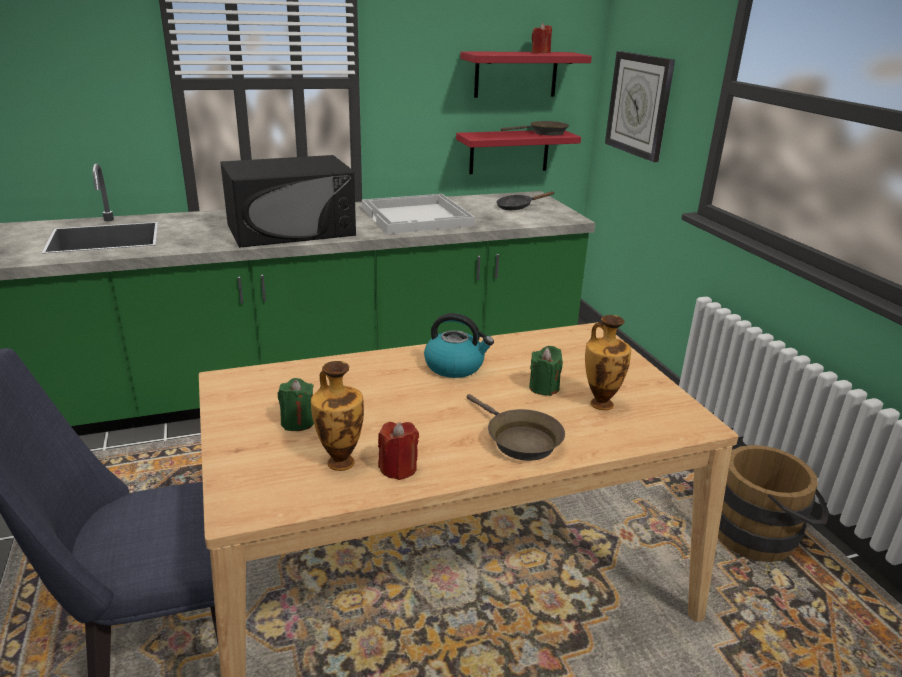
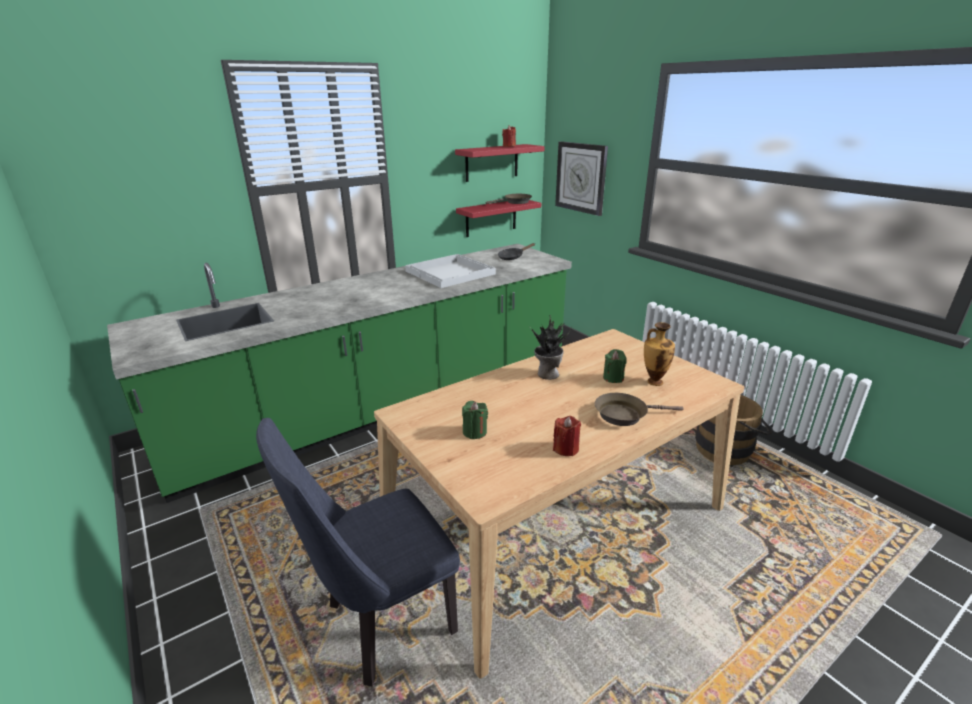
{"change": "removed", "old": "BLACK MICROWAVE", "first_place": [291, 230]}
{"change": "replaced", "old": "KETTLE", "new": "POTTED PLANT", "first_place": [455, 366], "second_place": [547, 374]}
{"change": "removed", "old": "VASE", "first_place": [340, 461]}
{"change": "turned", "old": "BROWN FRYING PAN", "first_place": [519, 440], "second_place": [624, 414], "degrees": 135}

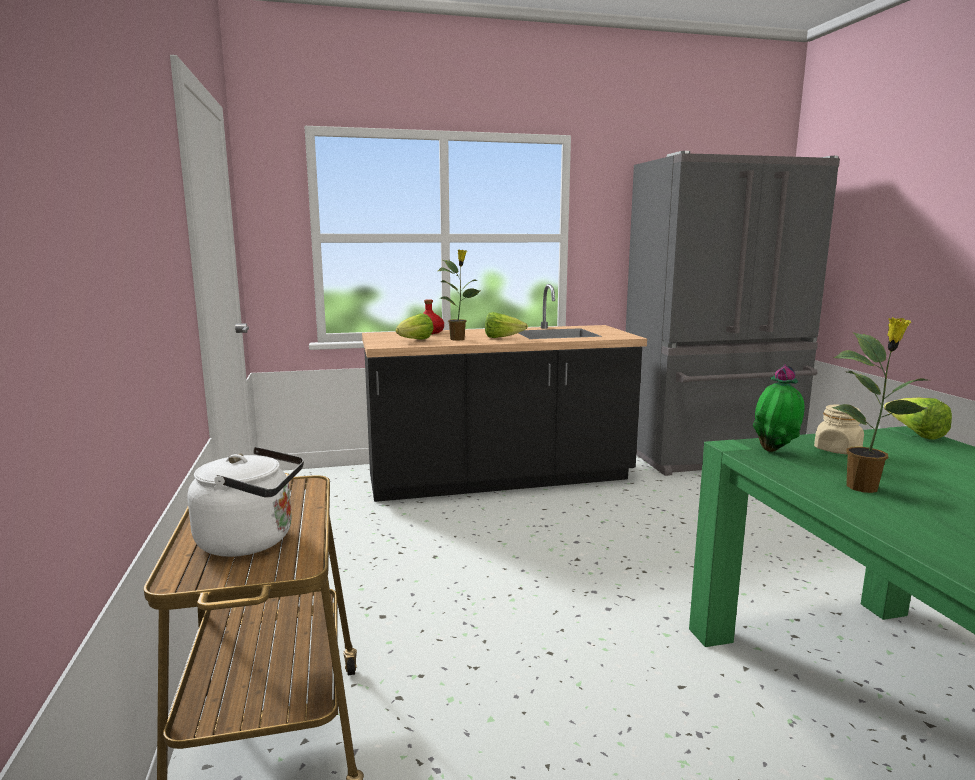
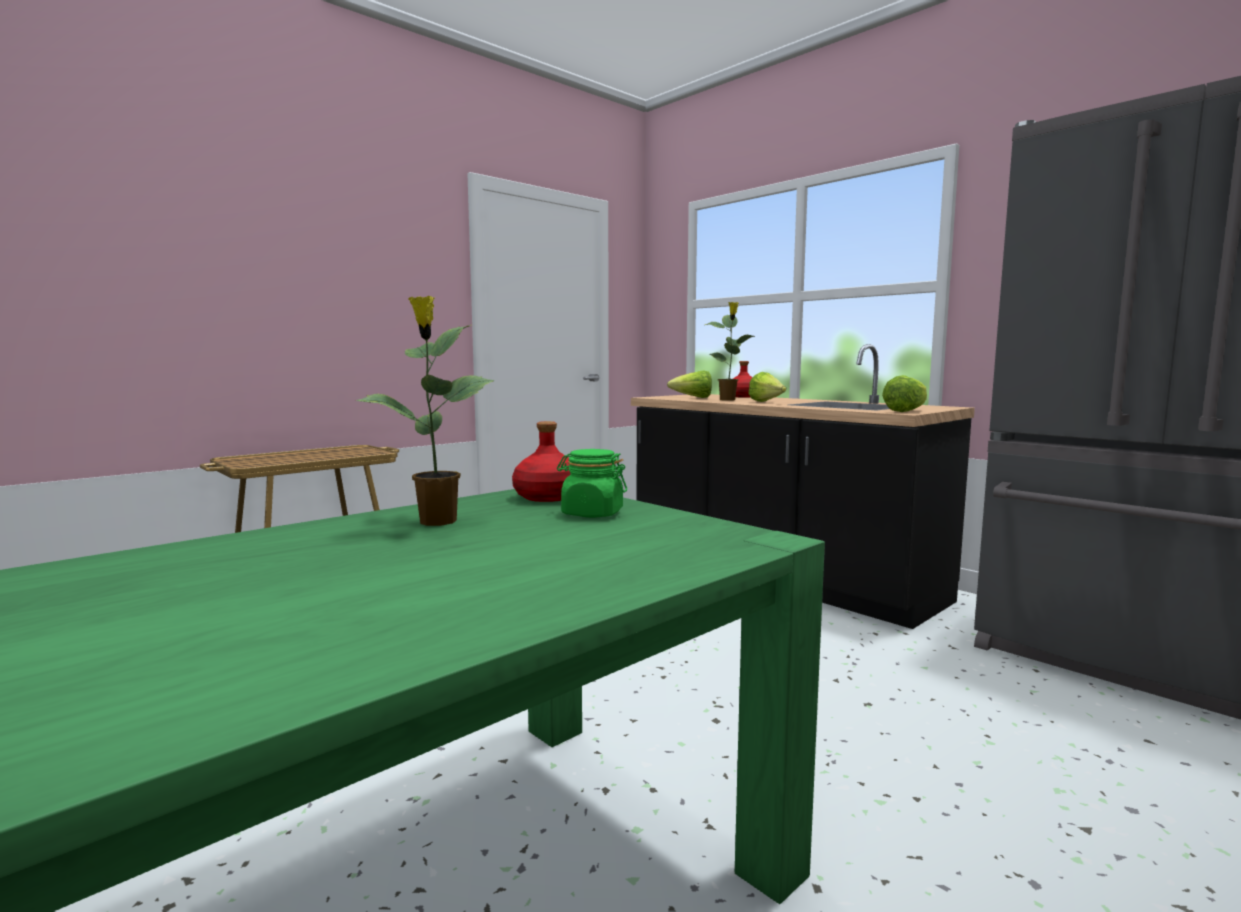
{"change": "replaced", "old": "POTTED PLANT", "new": "RED BOTTLE", "first_place": [775, 451], "second_place": [548, 497]}
{"change": "moved", "old": "LETTUCE", "first_place": [915, 434], "second_place": [906, 411]}
{"change": "recoloured", "old": "BEIGE JAR", "new": "GREEN JAR", "first_place": [837, 450], "second_place": [592, 513]}
{"change": "removed", "old": "WHITE KETTLE", "first_place": [252, 541]}

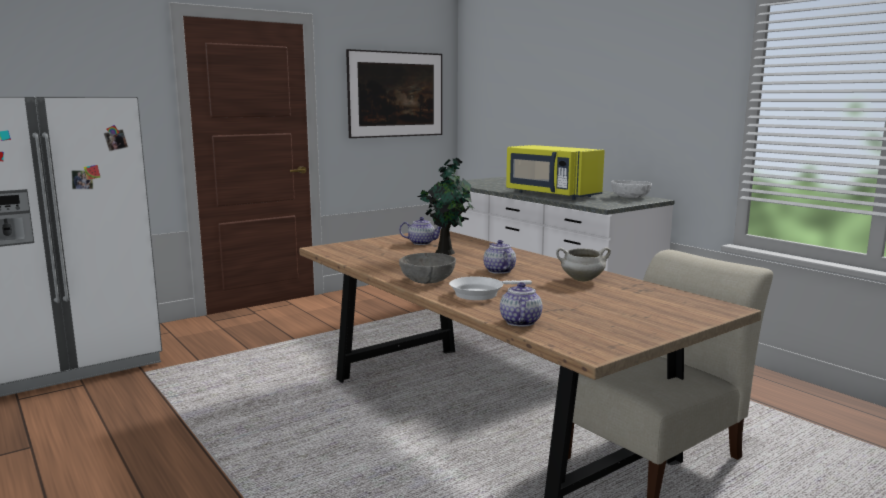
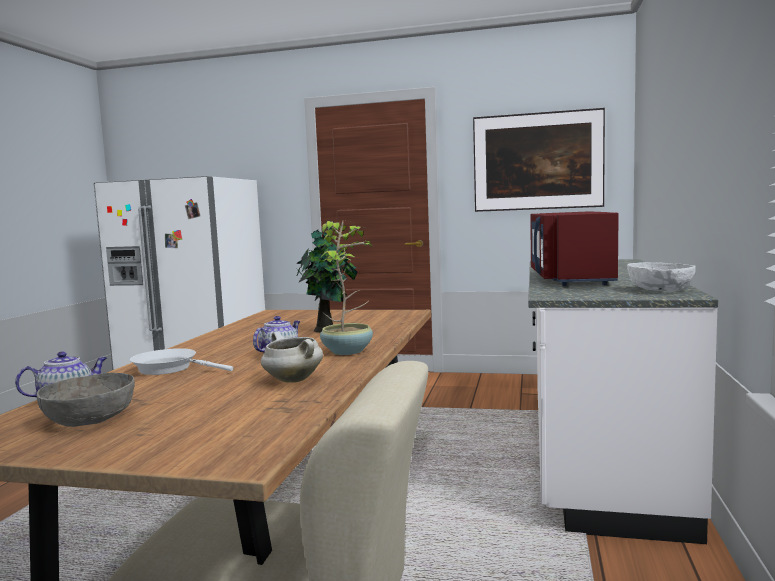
{"change": "recoloured", "old": "YELLOW MICROWAVE", "new": "RED MICROWAVE", "first_place": [550, 194], "second_place": [569, 279]}
{"change": "removed", "old": "TEAPOT", "first_place": [422, 243]}
{"change": "moved", "old": "GREY BOWL", "first_place": [427, 280], "second_place": [90, 419]}
{"change": "added", "new": "POTTED PLANT", "second_place": [348, 351]}

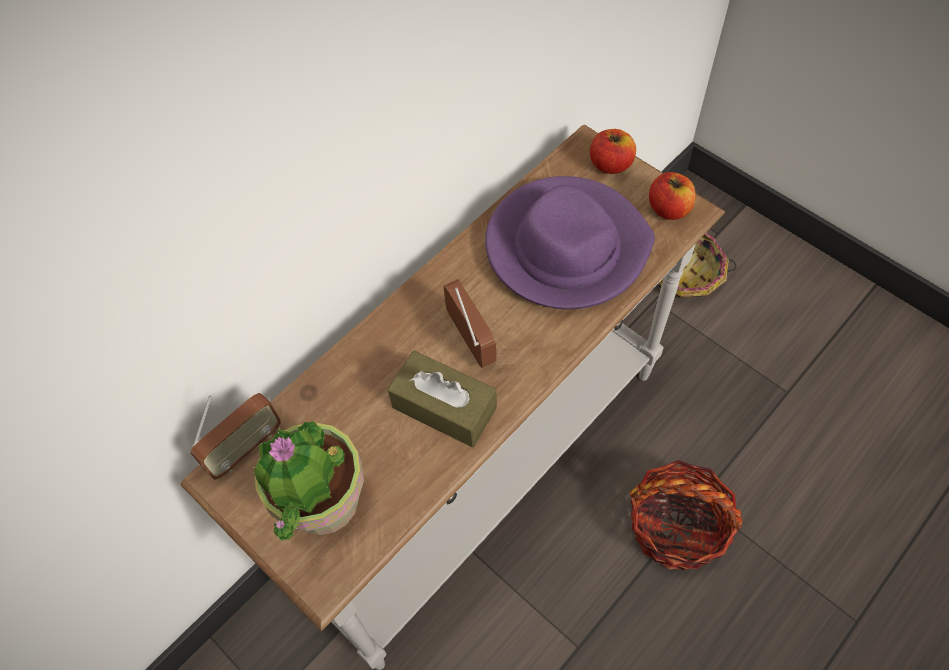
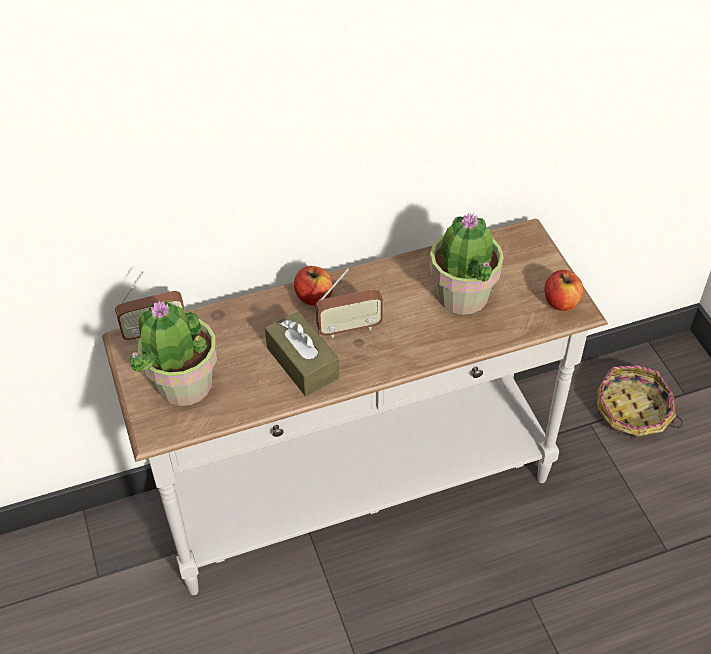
{"change": "moved", "old": "APPLE", "first_place": [610, 164], "second_place": [314, 297]}
{"change": "replaced", "old": "PURPLE HAT", "new": "POTTED PLANT", "first_place": [566, 247], "second_place": [462, 296]}
{"change": "turned", "old": "RADIO", "first_place": [470, 340], "second_place": [349, 328], "degrees": 75}
{"change": "removed", "old": "BASKET", "first_place": [677, 526]}

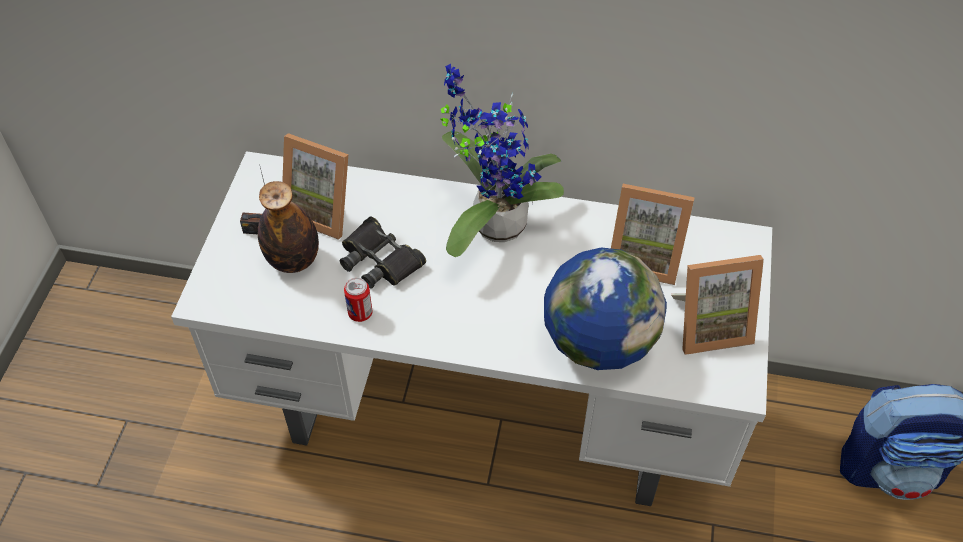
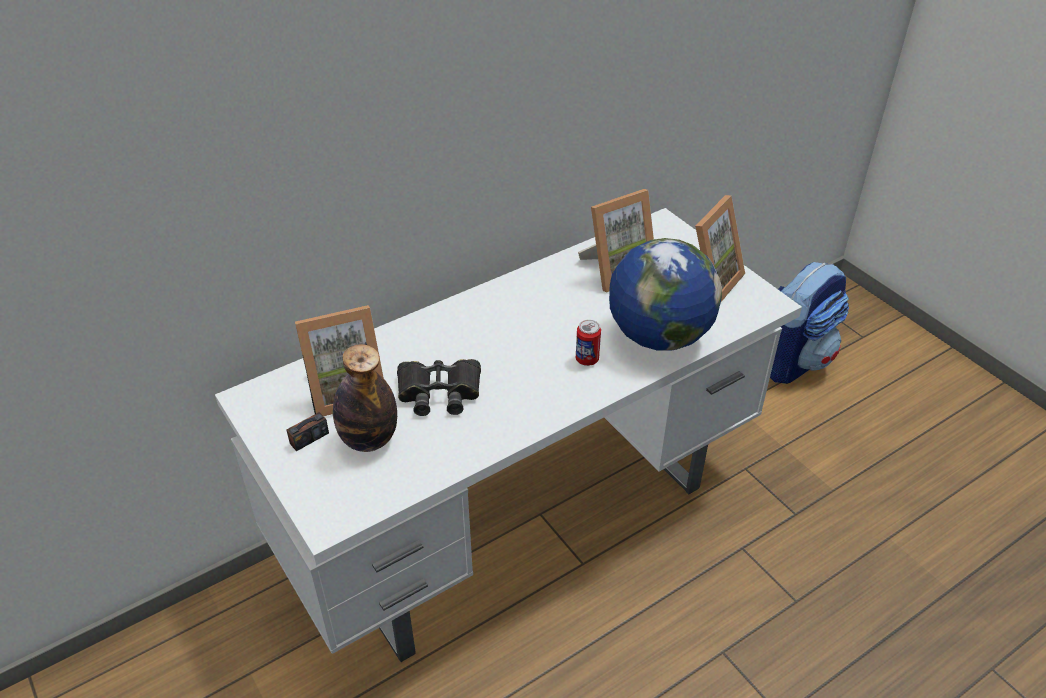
{"change": "removed", "old": "POTTED PLANT", "first_place": [493, 222]}
{"change": "moved", "old": "CAN", "first_place": [360, 313], "second_place": [587, 359]}

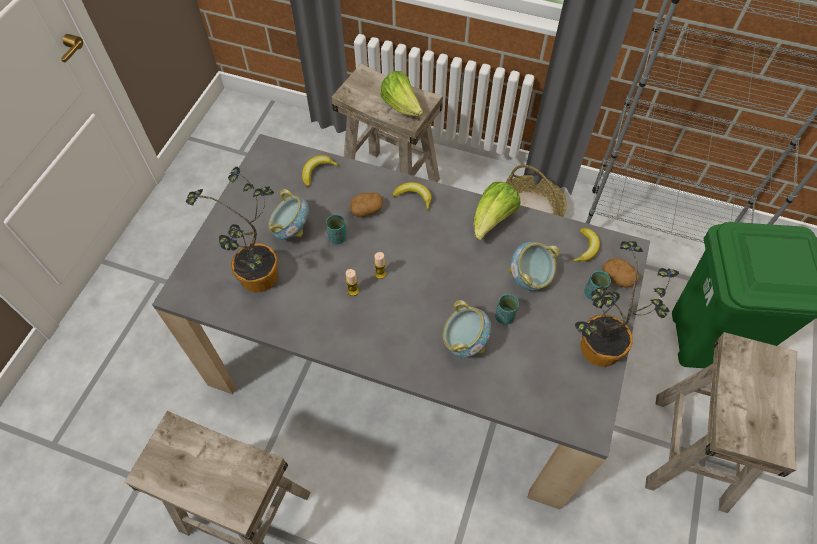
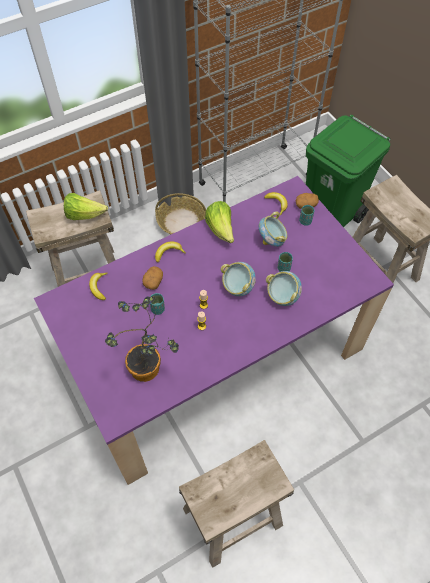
{"change": "recoloured", "old": "GREY DINING TABLE", "new": "PURPLE DINING TABLE", "first_place": [408, 357], "second_place": [214, 355]}
{"change": "moved", "old": "BOWL", "first_place": [291, 230], "second_place": [237, 287]}
{"change": "removed", "old": "POTTED PLANT", "first_place": [594, 351]}

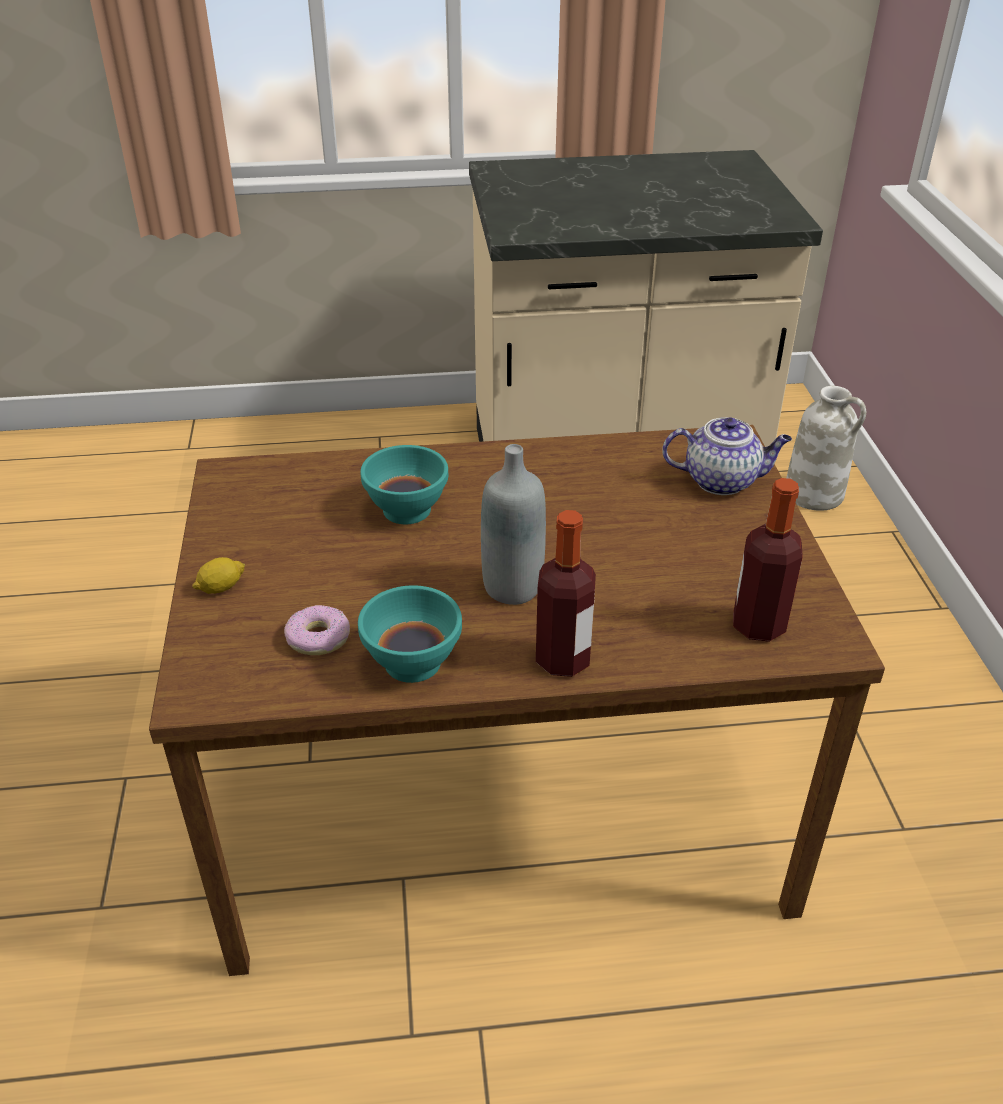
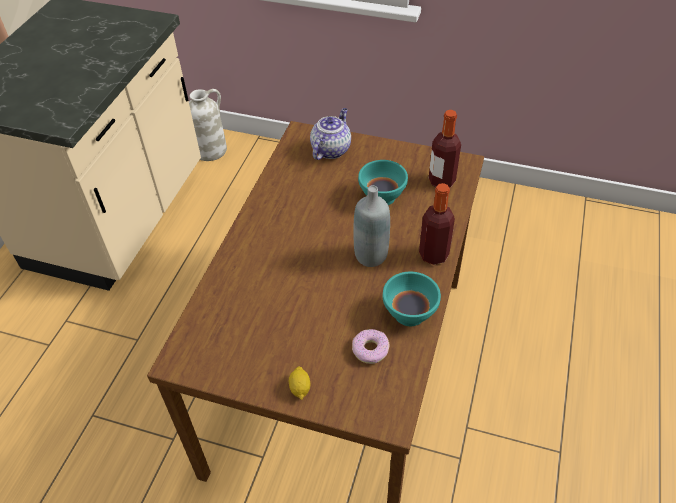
{"change": "moved", "old": "TURQUOISE BOWL", "first_place": [408, 510], "second_place": [382, 196]}

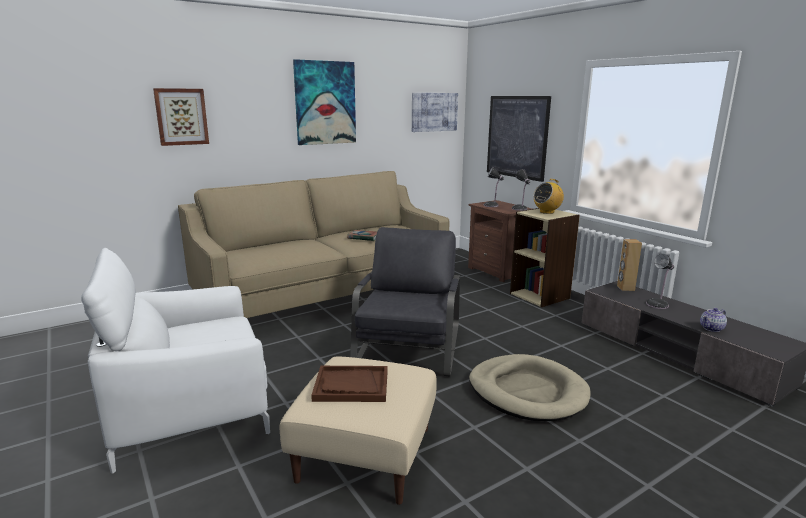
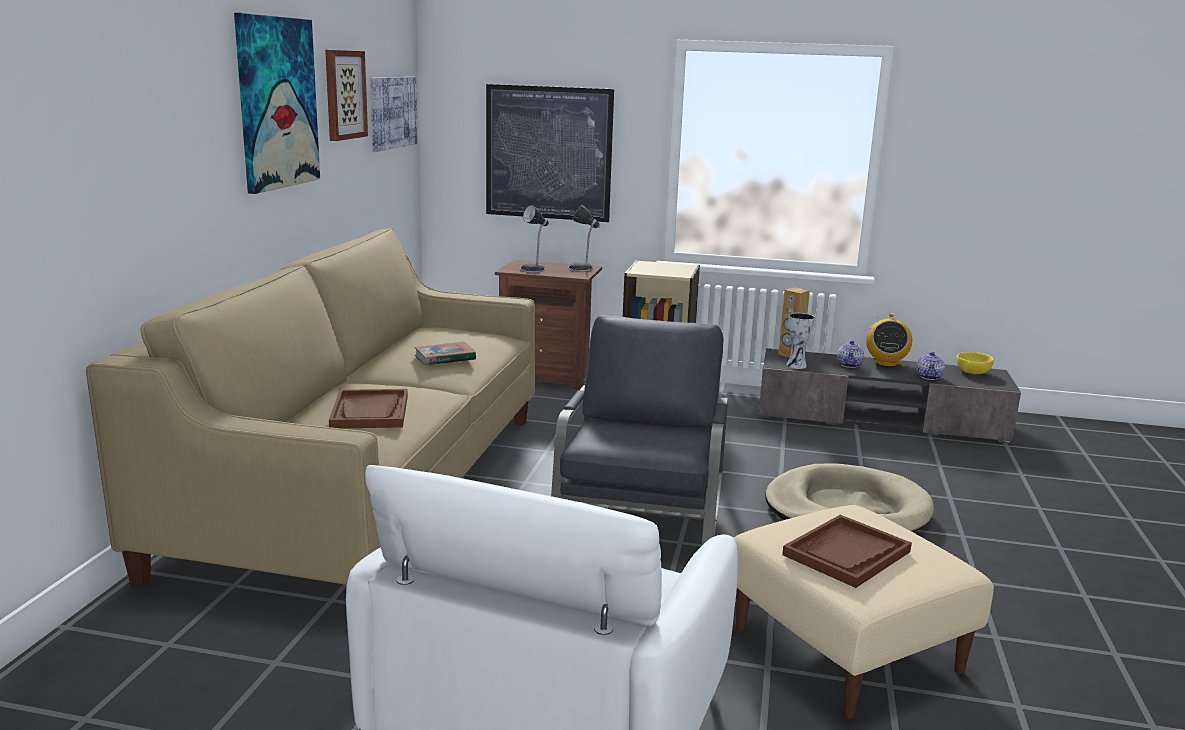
{"change": "moved", "old": "PICTURE", "first_place": [181, 116], "second_place": [344, 94]}
{"change": "moved", "old": "RADIO", "first_place": [547, 212], "second_place": [885, 363]}
{"change": "turned", "old": "GREY ARMCHAIR", "first_place": [409, 346], "second_place": [641, 512], "degrees": 45}
{"change": "replaced", "old": "TABLE LAMP", "new": "TEAPOT", "first_place": [658, 304], "second_place": [849, 365]}
{"change": "added", "new": "VASE", "second_place": [797, 366]}
{"change": "added", "new": "YELLOW BOWL", "second_place": [973, 373]}
{"change": "added", "new": "BROWN TRAY", "second_place": [370, 412]}

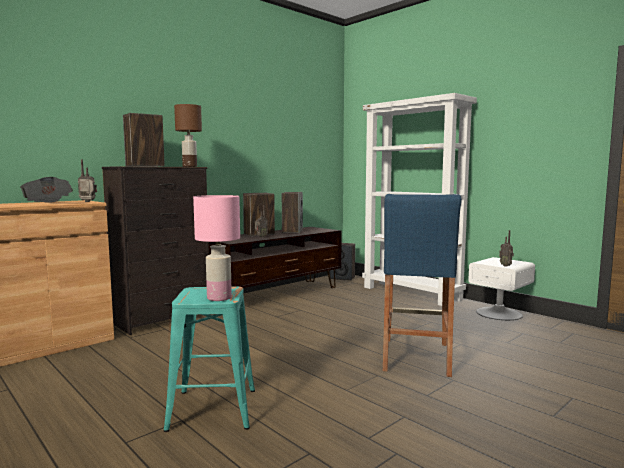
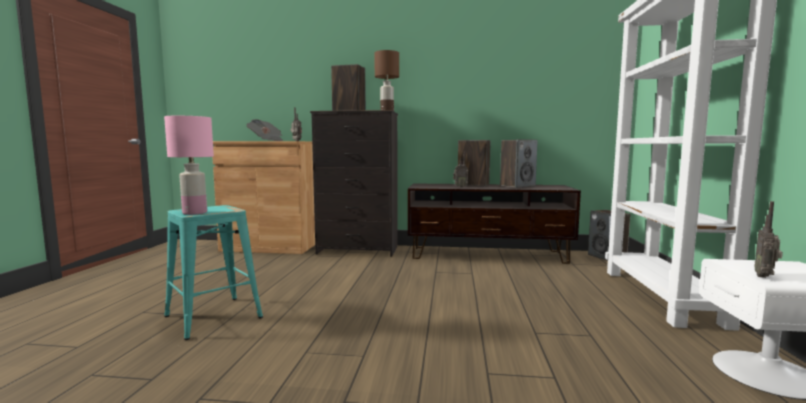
{"change": "removed", "old": "BLUE STOOL", "first_place": [415, 356]}

